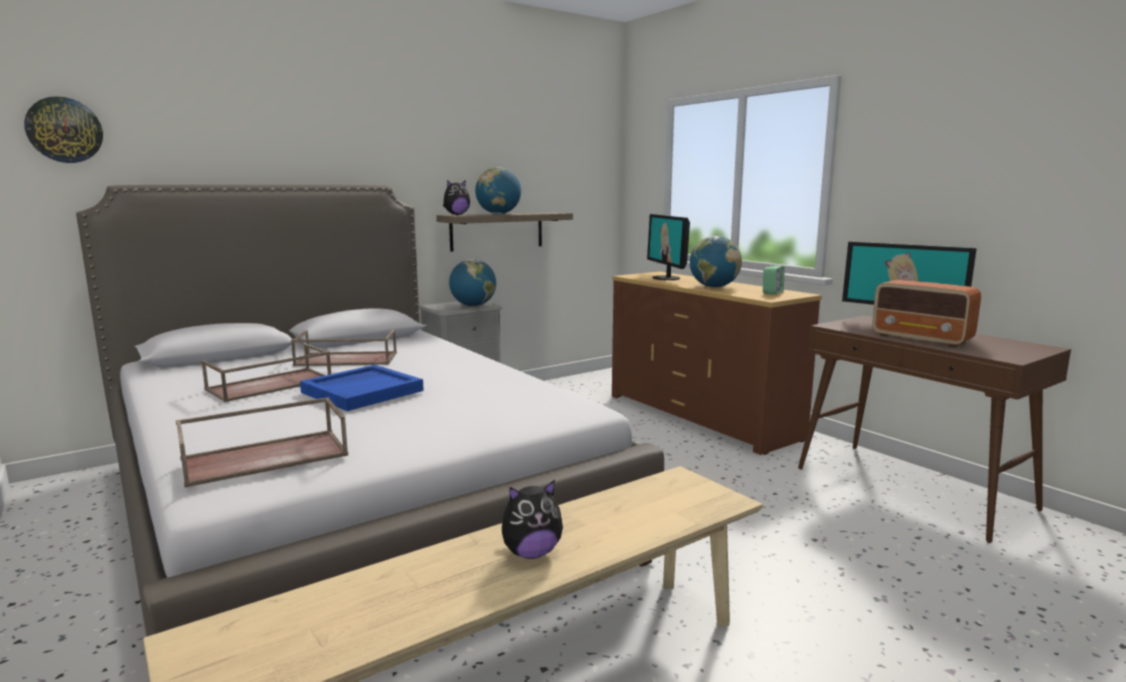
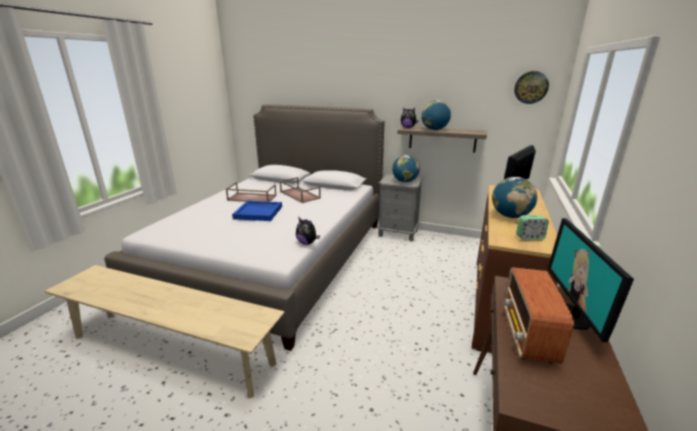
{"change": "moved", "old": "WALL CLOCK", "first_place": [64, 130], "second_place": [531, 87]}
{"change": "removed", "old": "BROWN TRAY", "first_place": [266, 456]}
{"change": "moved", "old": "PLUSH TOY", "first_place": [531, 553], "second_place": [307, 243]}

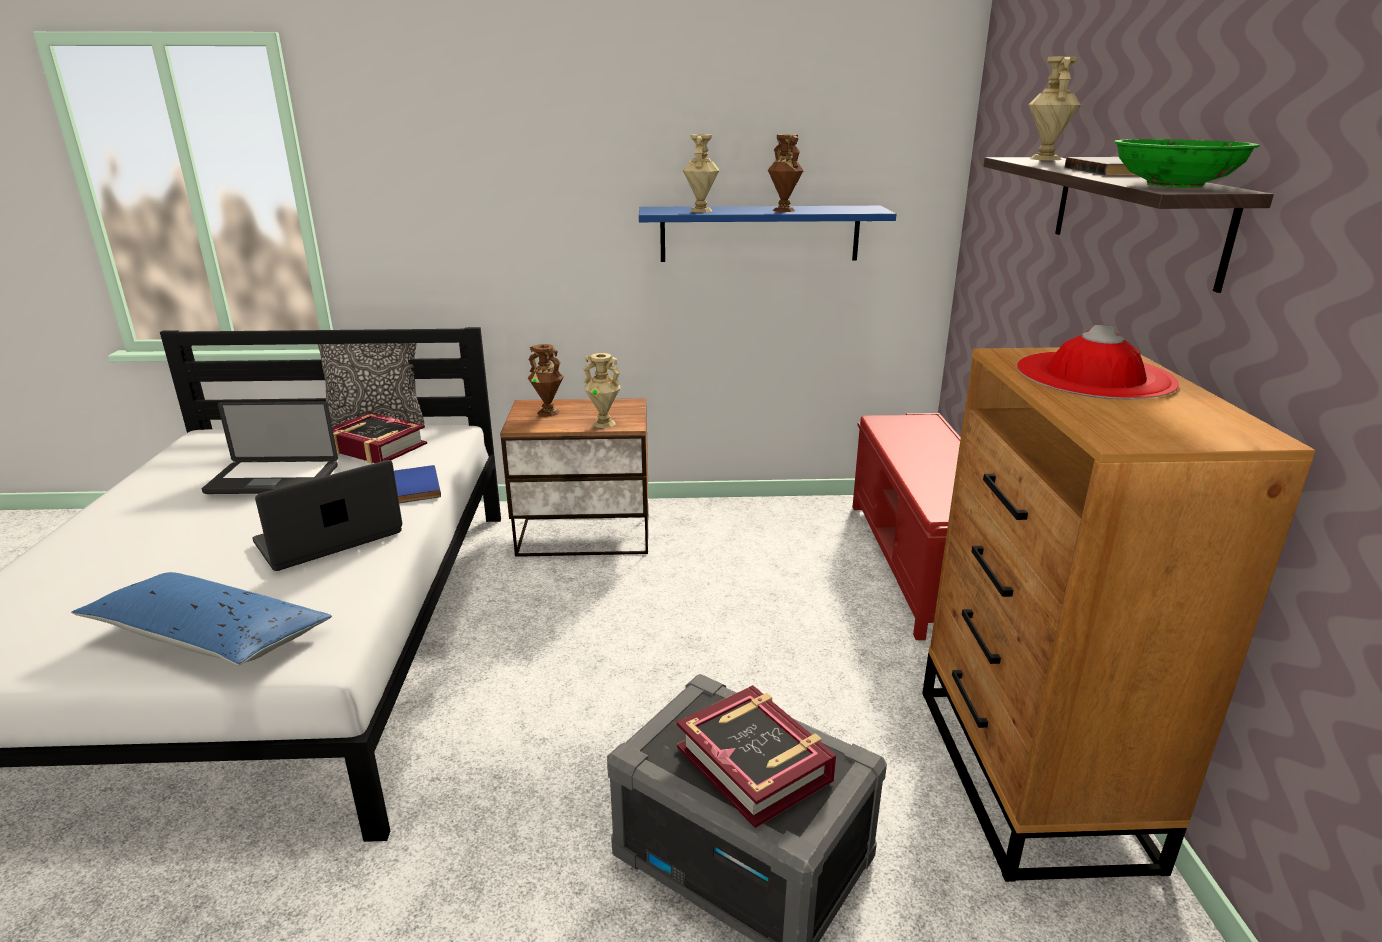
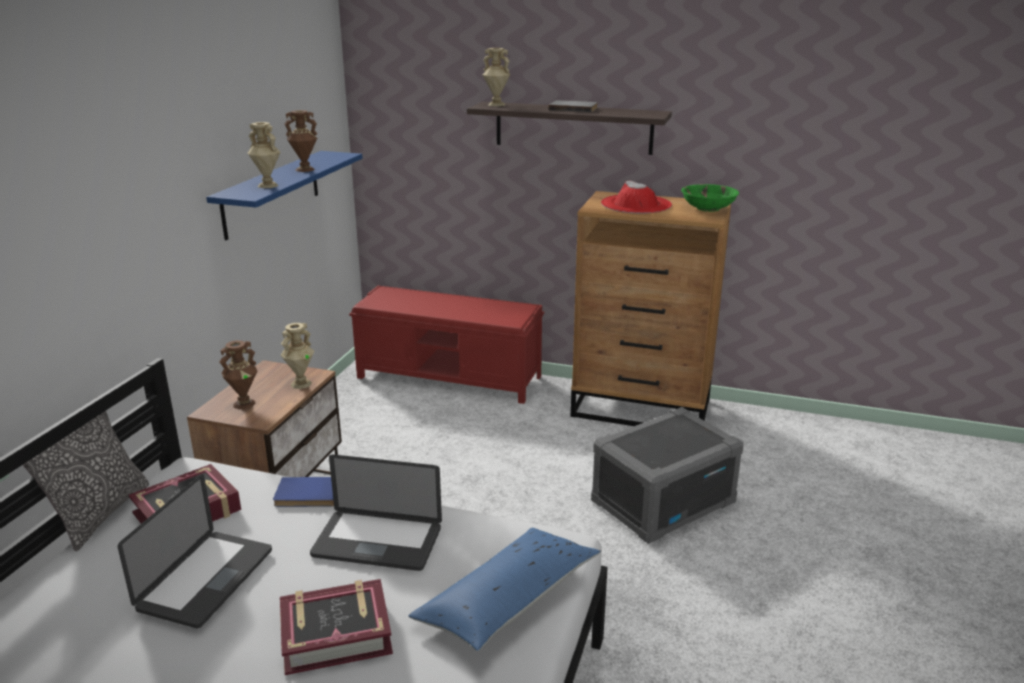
{"change": "moved", "old": "GREEN BOWL", "first_place": [1174, 185], "second_place": [708, 208]}
{"change": "turned", "old": "LAPTOP", "first_place": [329, 538], "second_place": [377, 542], "degrees": -60}
{"change": "moved", "old": "BOOK", "first_place": [754, 763], "second_place": [336, 634]}

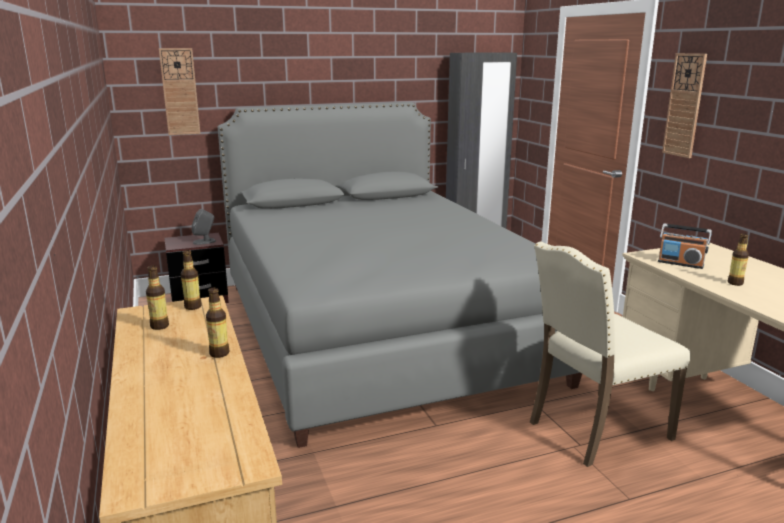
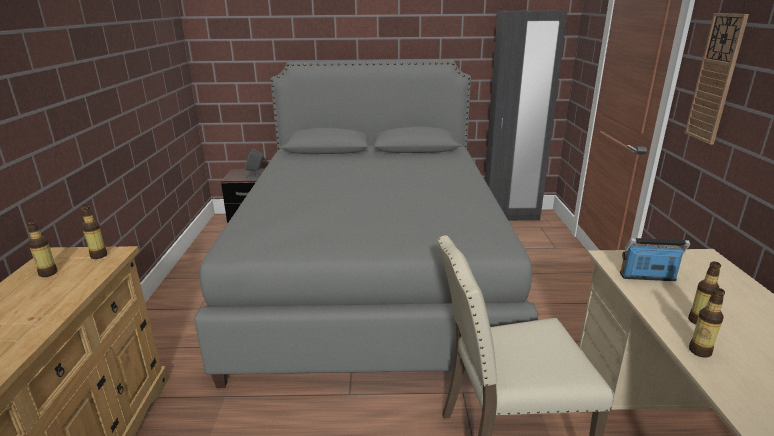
{"change": "removed", "old": "WALL CLOCK", "first_place": [180, 92]}
{"change": "turned", "old": "RADIO", "first_place": [680, 263], "second_place": [647, 277], "degrees": 135}
{"change": "moved", "old": "BOTTLE", "first_place": [219, 353], "second_place": [700, 351]}

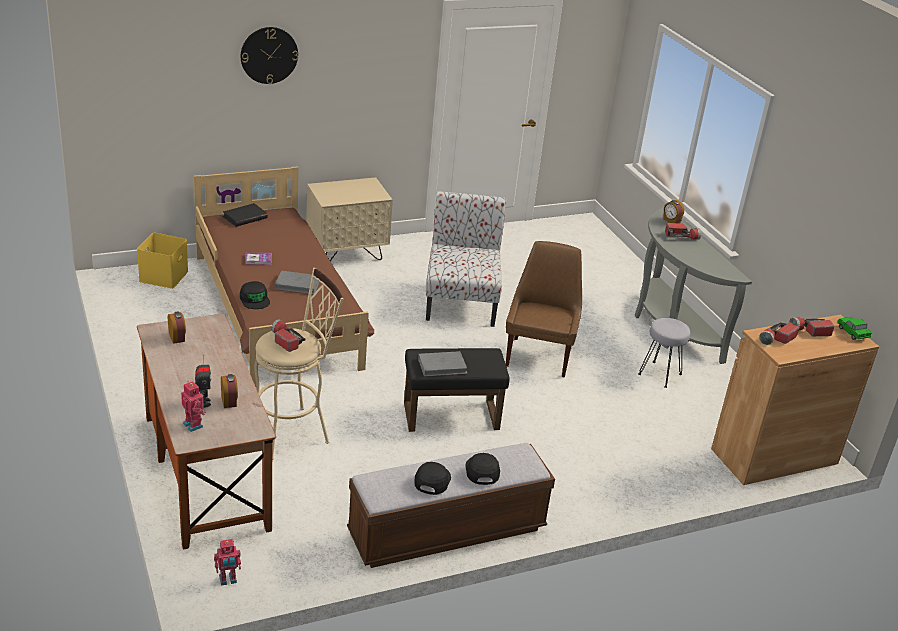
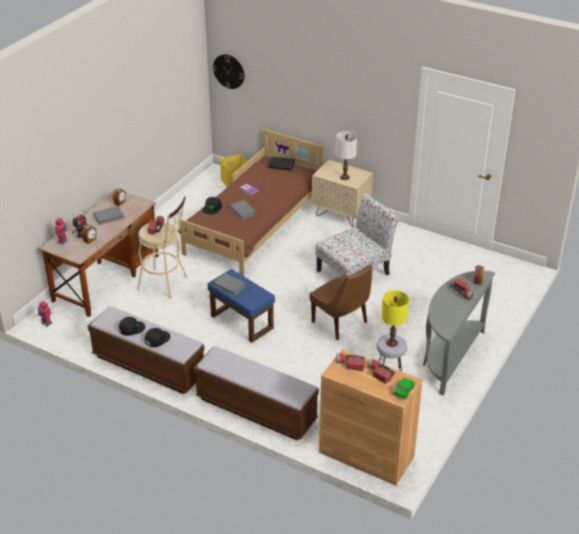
{"change": "moved", "old": "WALL CLOCK", "first_place": [269, 55], "second_place": [229, 71]}
{"change": "turned", "old": "BROWN CHAIR", "first_place": [539, 356], "second_place": [341, 323], "degrees": 75}
{"change": "recoloured", "old": "BLACK OTTOMAN", "new": "BLUE OTTOMAN", "first_place": [450, 416], "second_place": [241, 322]}
{"change": "added", "new": "WHITE TABLE LAMP", "second_place": [345, 177]}
{"change": "added", "new": "GREY BOOK", "second_place": [109, 216]}
{"change": "added", "new": "YELLOW TABLE LAMP", "second_place": [391, 343]}
{"change": "added", "new": "BENCH", "second_place": [256, 409]}

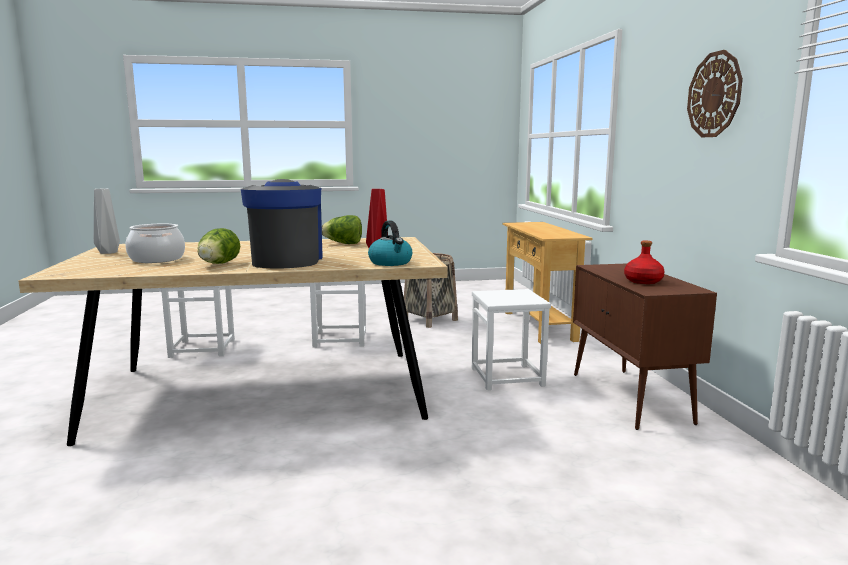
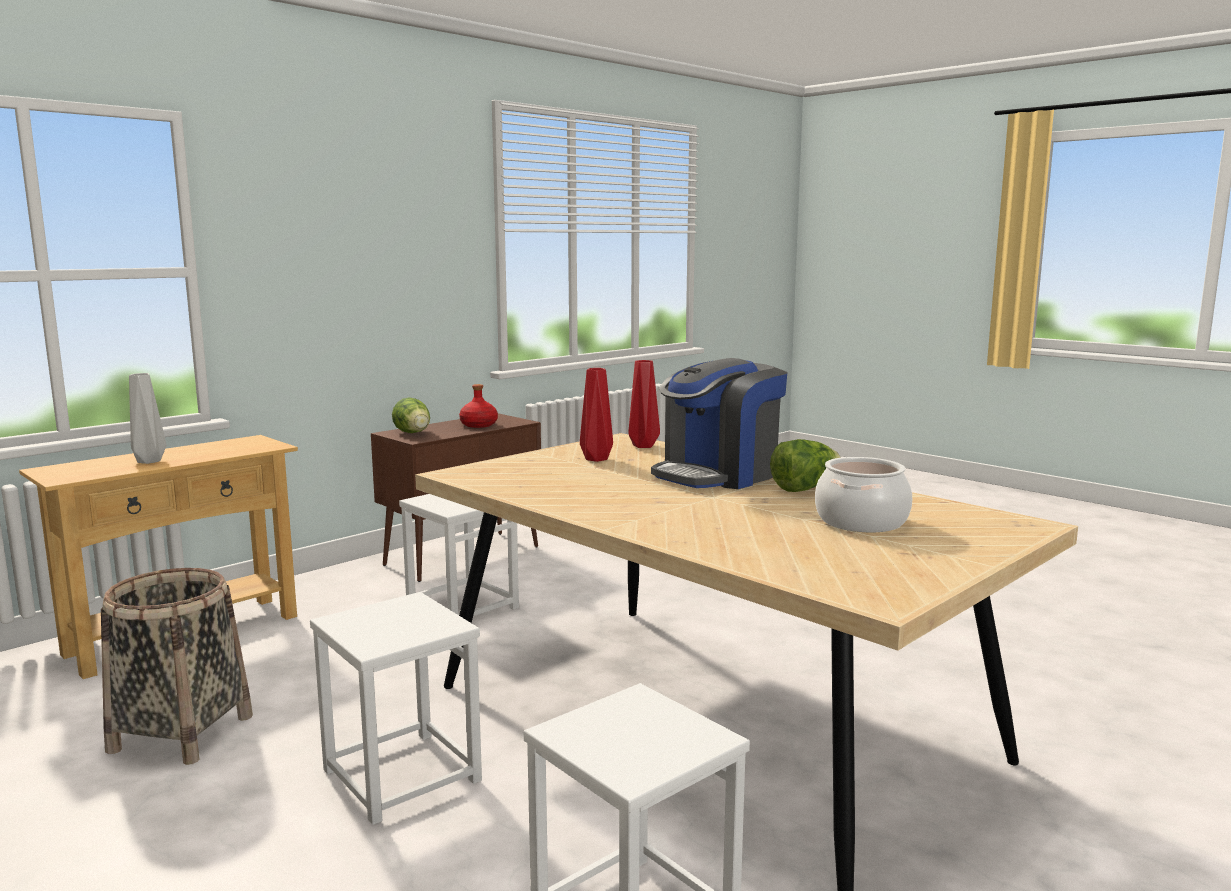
{"change": "removed", "old": "WALL CLOCK", "first_place": [714, 95]}
{"change": "moved", "old": "GREY VASE", "first_place": [109, 252], "second_place": [149, 461]}
{"change": "moved", "old": "LETTUCE", "first_place": [343, 243], "second_place": [414, 433]}
{"change": "replaced", "old": "KETTLE", "new": "RED VASE", "first_place": [391, 263], "second_place": [644, 446]}

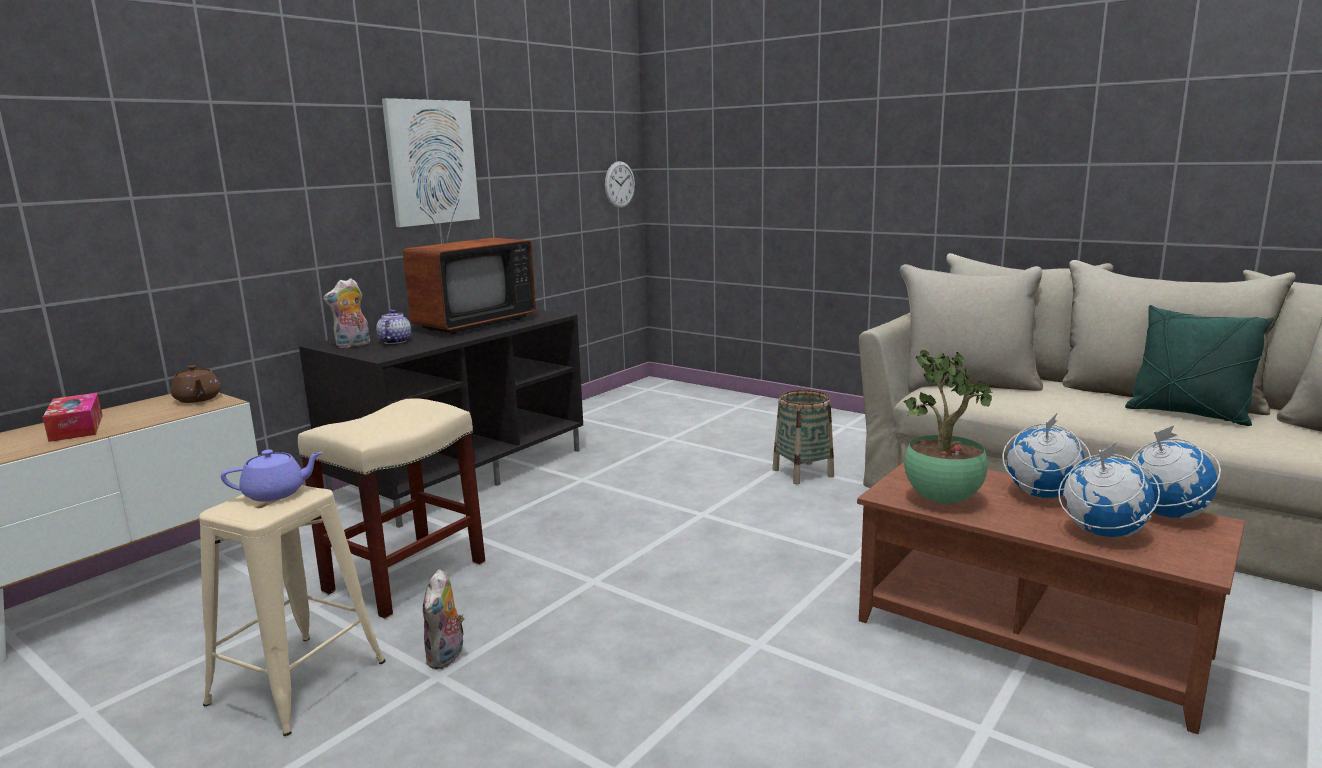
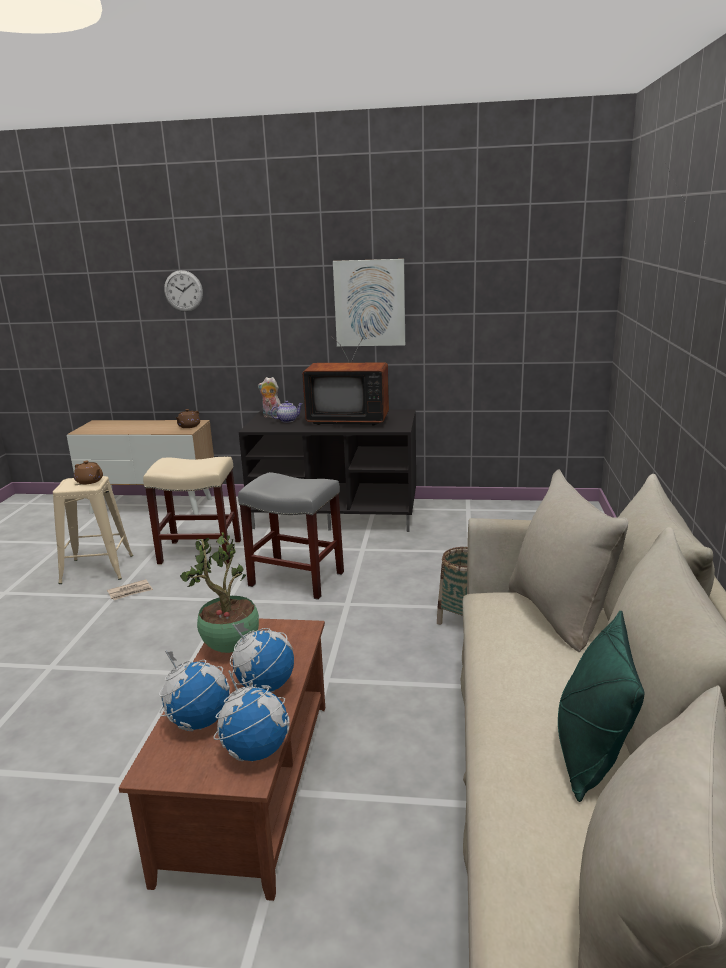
{"change": "moved", "old": "WALL CLOCK", "first_place": [619, 185], "second_place": [183, 291]}
{"change": "removed", "old": "TISSUE BOX", "first_place": [76, 428]}
{"change": "recoloured", "old": "PURPLE TEAPOT", "new": "BROWN TEAPOT", "first_place": [276, 493], "second_place": [90, 481]}
{"change": "replaced", "old": "PLUSH TOY", "new": "NEWSPAPER", "first_place": [447, 657], "second_place": [130, 592]}
{"change": "added", "new": "GREY STOOL", "second_place": [297, 579]}

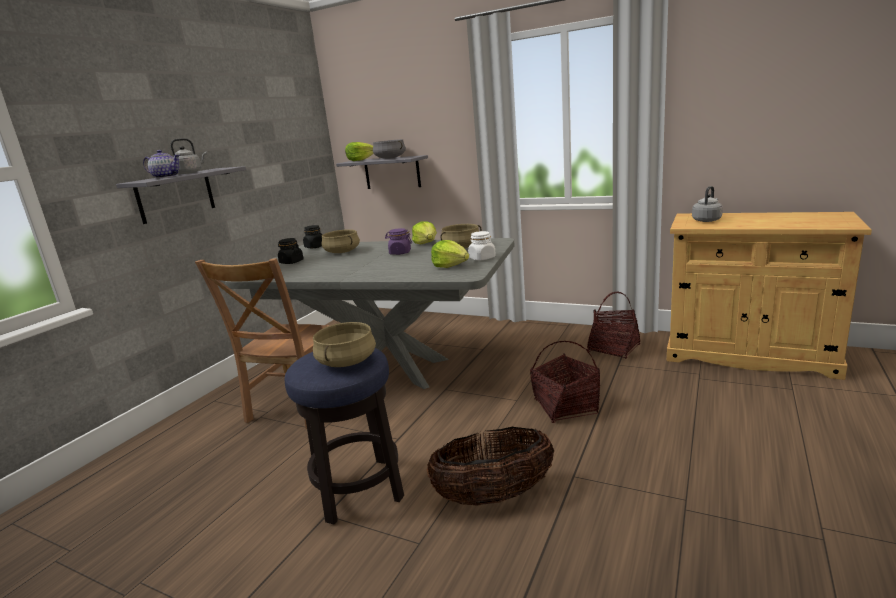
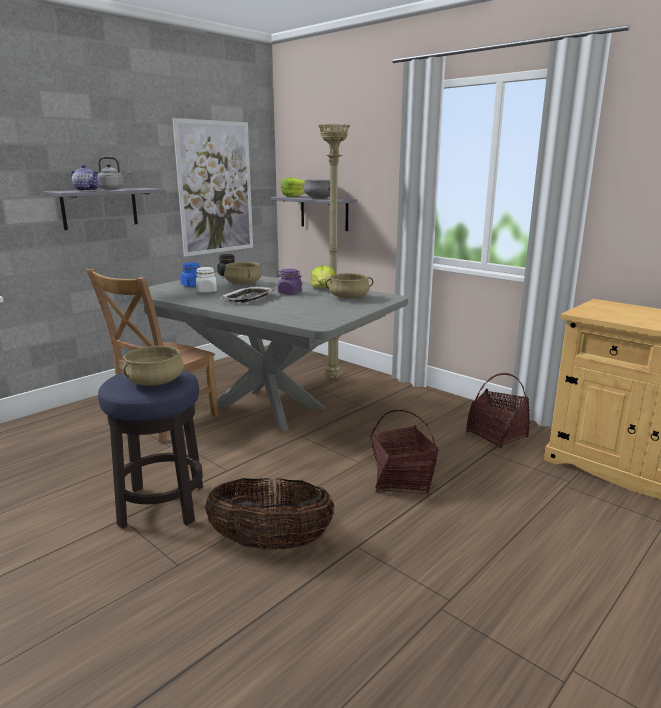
{"change": "removed", "old": "GREY KETTLE", "first_place": [707, 220]}
{"change": "moved", "old": "WHITE JAR", "first_place": [482, 258], "second_place": [206, 291]}
{"change": "recoloured", "old": "BLACK JAR", "new": "BLUE JAR", "first_place": [291, 262], "second_place": [192, 285]}
{"change": "removed", "old": "LETTUCE", "first_place": [450, 266]}
{"change": "added", "new": "PICTURE", "second_place": [215, 188]}
{"change": "added", "new": "BEIGE FLOOR LAMP", "second_place": [334, 378]}
{"change": "added", "new": "TRAY", "second_place": [248, 298]}

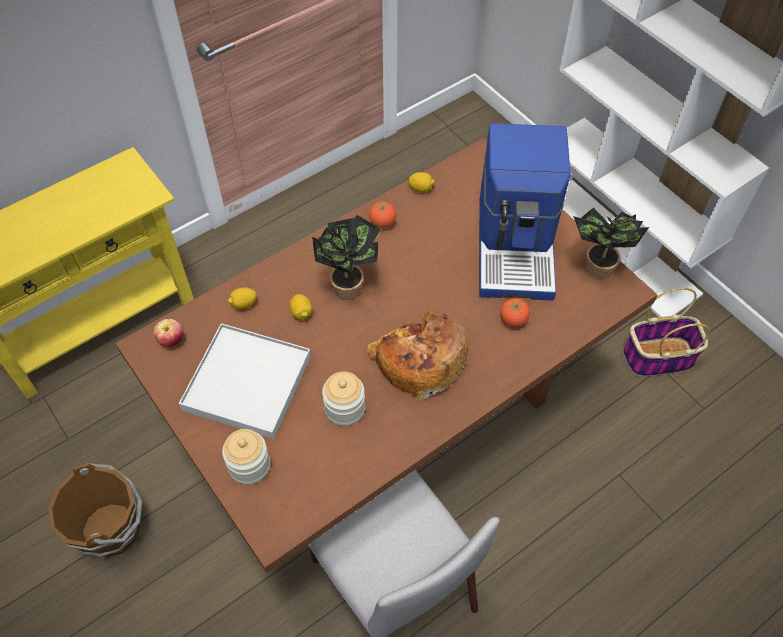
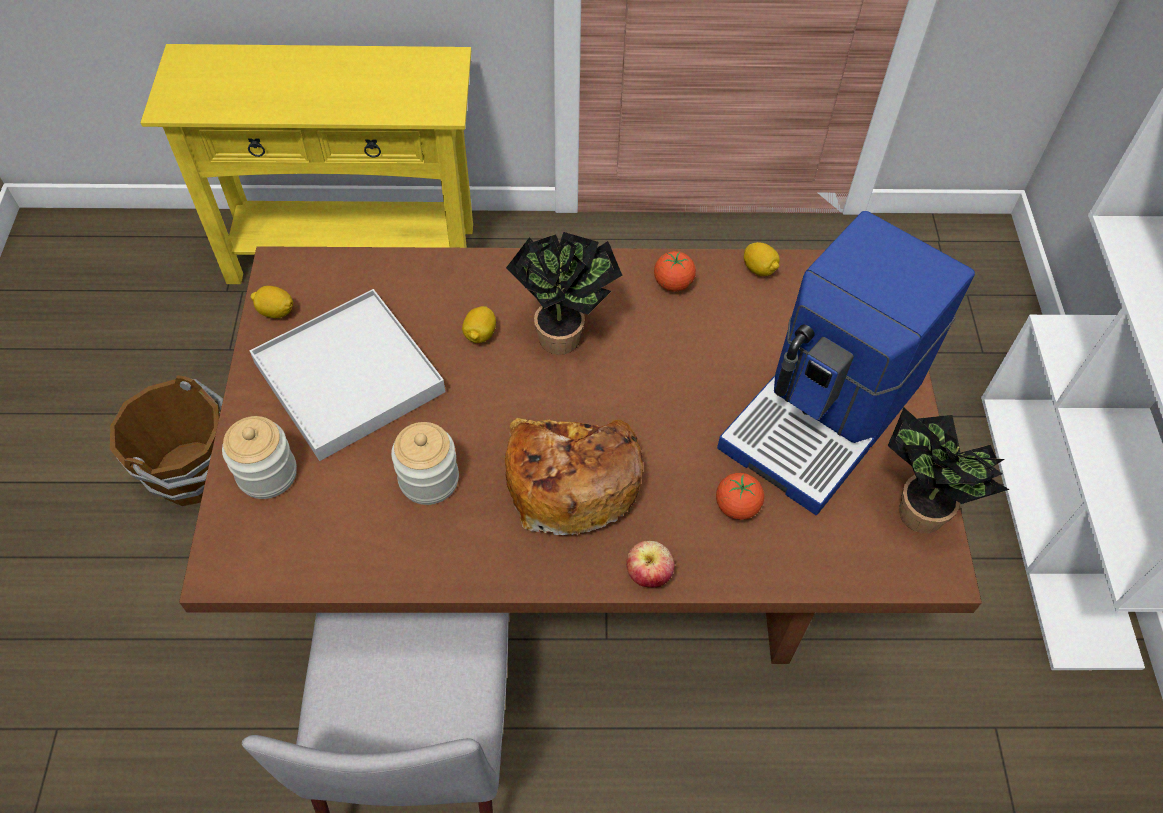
{"change": "moved", "old": "LEMON", "first_place": [244, 304], "second_place": [276, 311]}
{"change": "removed", "old": "BASKET", "first_place": [657, 358]}
{"change": "moved", "old": "APPLE", "first_place": [171, 340], "second_place": [648, 575]}

